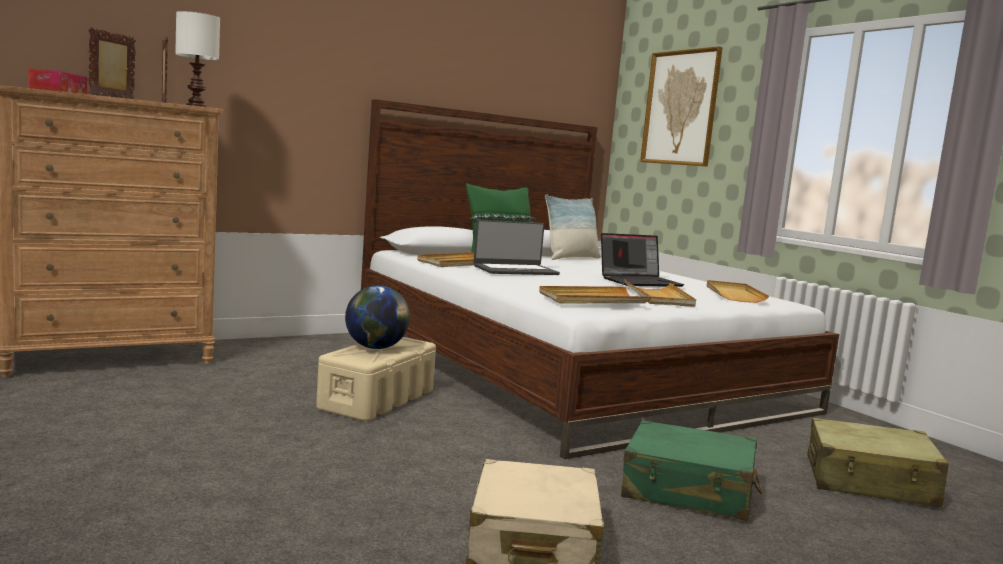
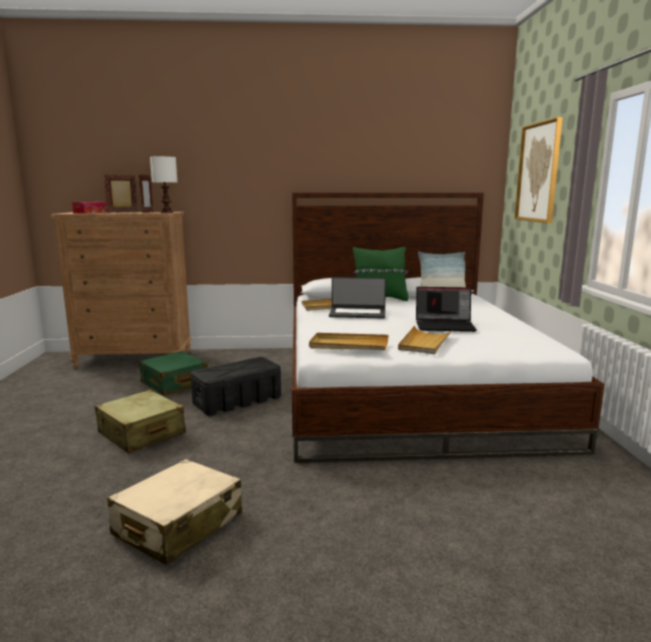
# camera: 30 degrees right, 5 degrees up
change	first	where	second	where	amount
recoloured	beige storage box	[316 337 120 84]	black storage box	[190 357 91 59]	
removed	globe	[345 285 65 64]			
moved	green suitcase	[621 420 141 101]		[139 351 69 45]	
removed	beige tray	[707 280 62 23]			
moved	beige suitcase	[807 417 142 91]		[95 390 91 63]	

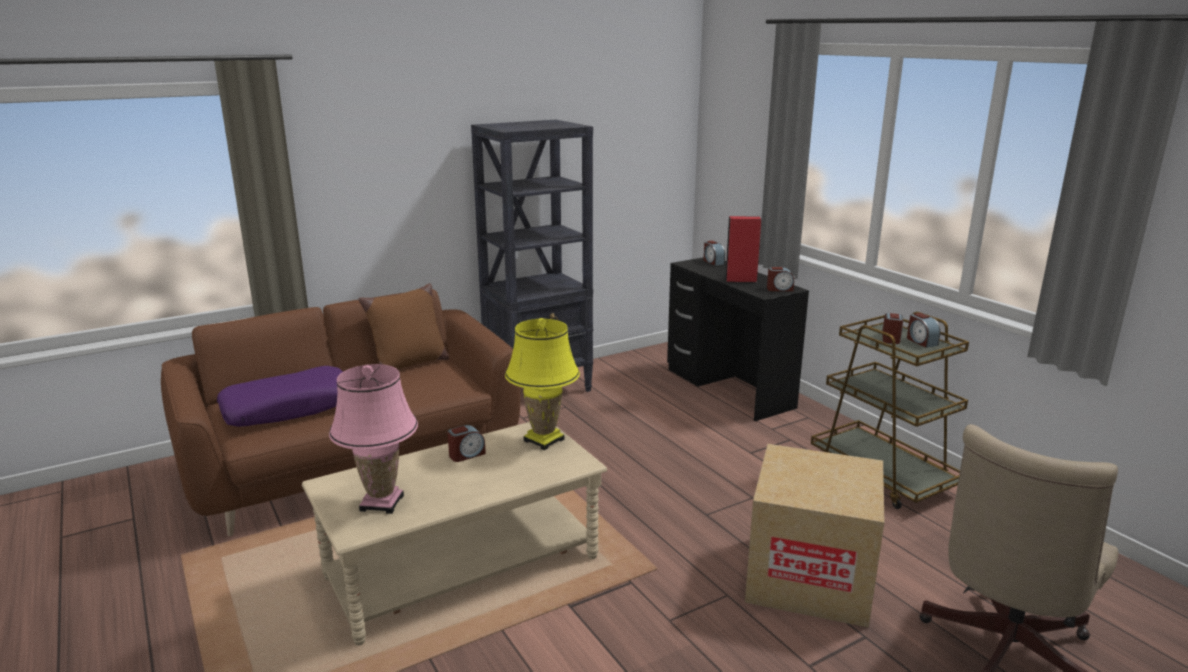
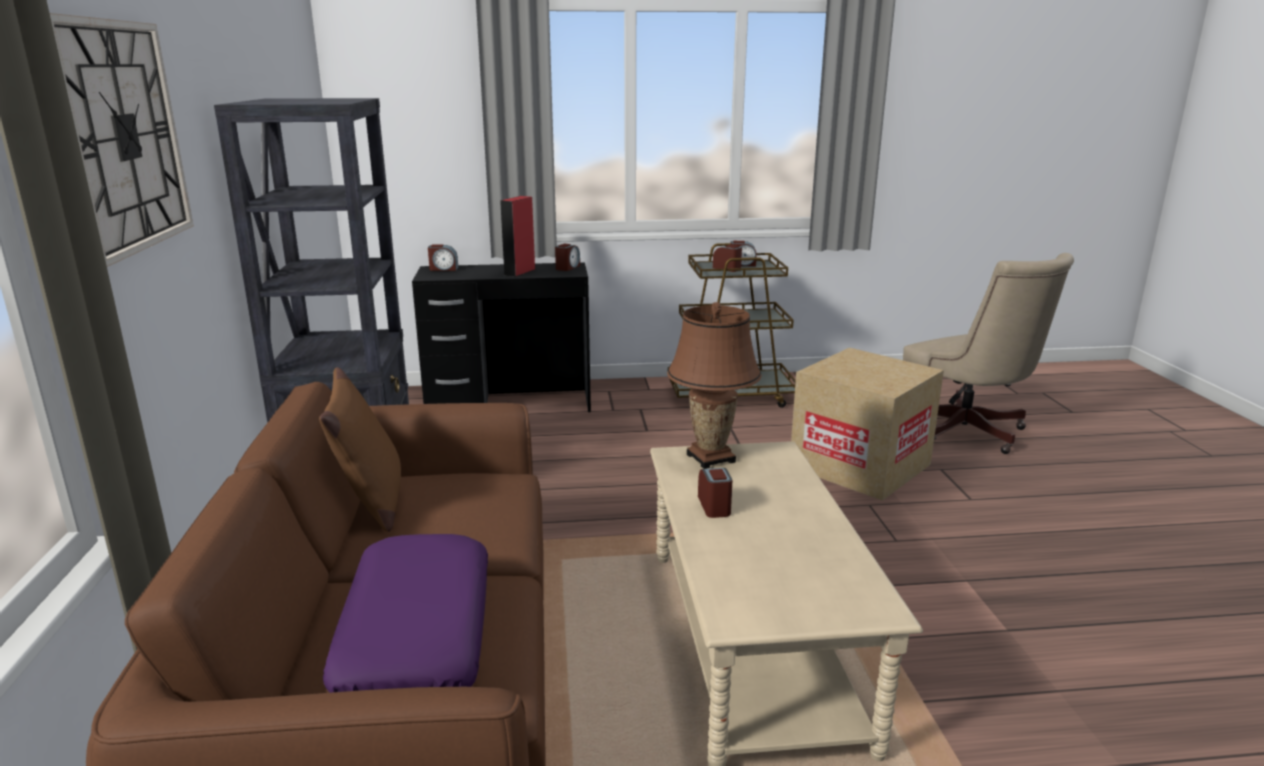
# camera: 65 degrees left, 0 degrees up
change	first	where	second	where	amount
removed	pink table lamp	[329 364 89 150]			
recoloured	yellow table lamp	[505 318 75 132]	brown table lamp	[667 302 94 167]	
added			wall clock	[50 13 144 254]	

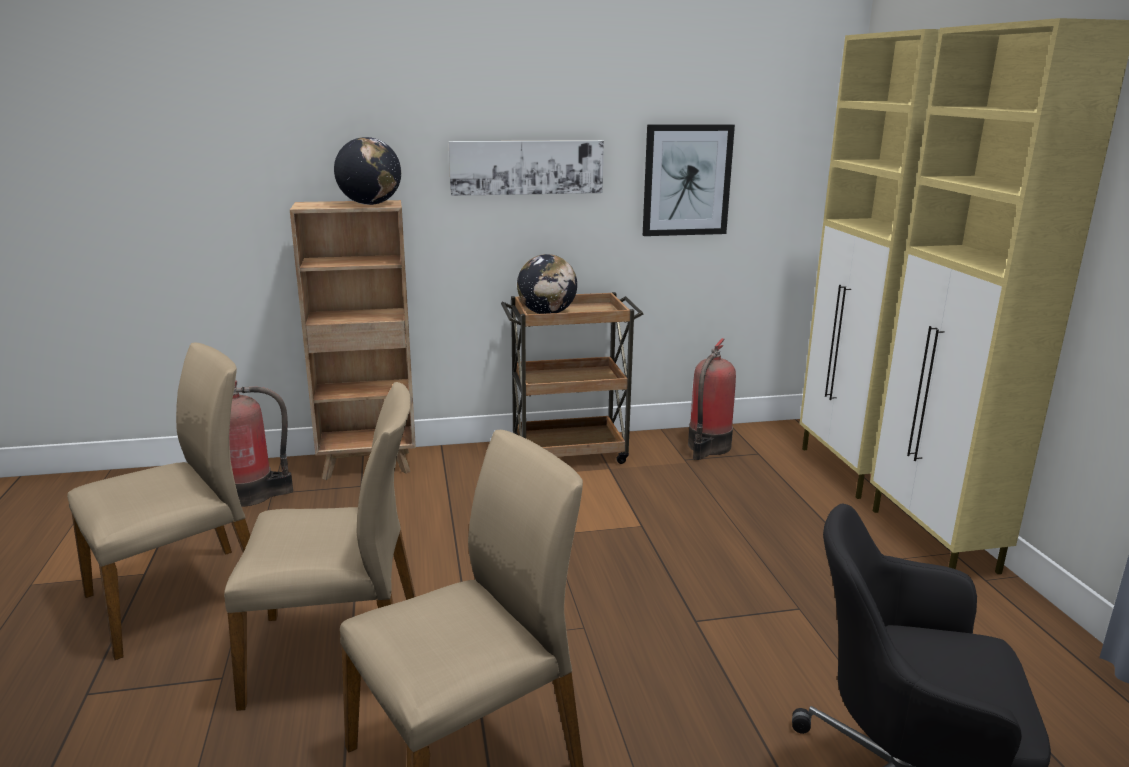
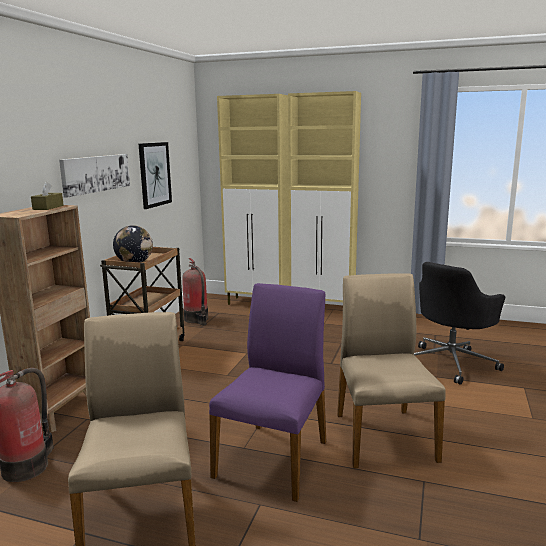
# camera: 60 degrees left, 5 degrees down
change	first	where	second	where	amount
recoloured	beige chair	[224 382 192 329]	purple chair	[209 283 117 219]	
replaced	globe	[334 137 67 68]	brown tissue box	[31 182 33 28]	

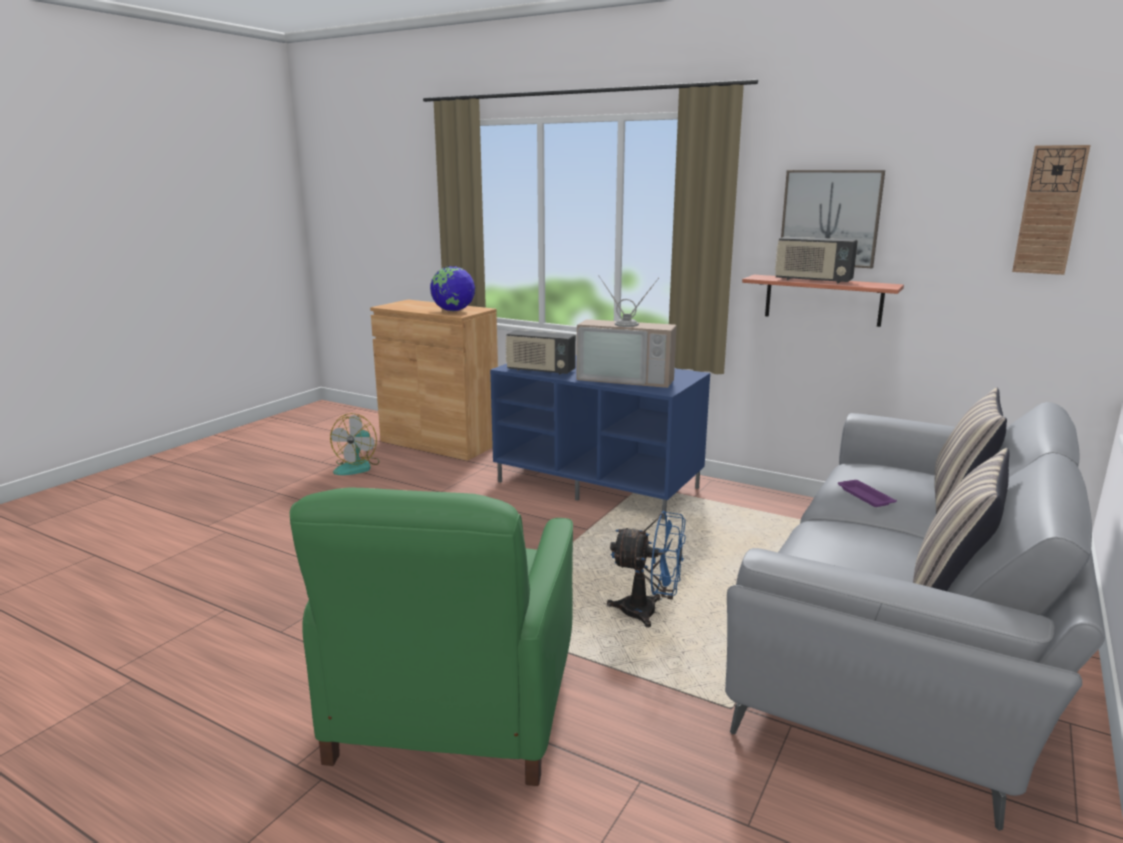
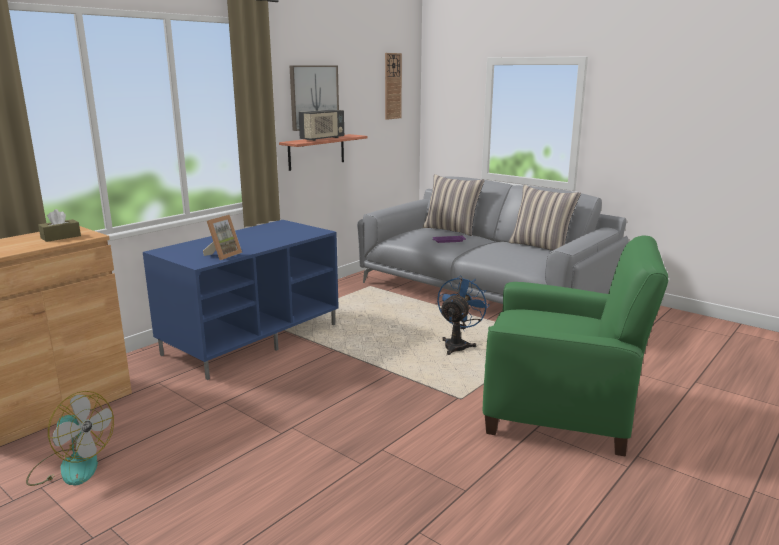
# camera: 80 degrees left, 0 degrees up
change	first	where	second	where	amount
replaced	globe	[430 266 45 45]	brown tissue box	[38 209 43 33]	
replaced	radio	[505 330 71 45]	picture frame	[203 215 39 45]	
removed	television	[577 275 100 113]			

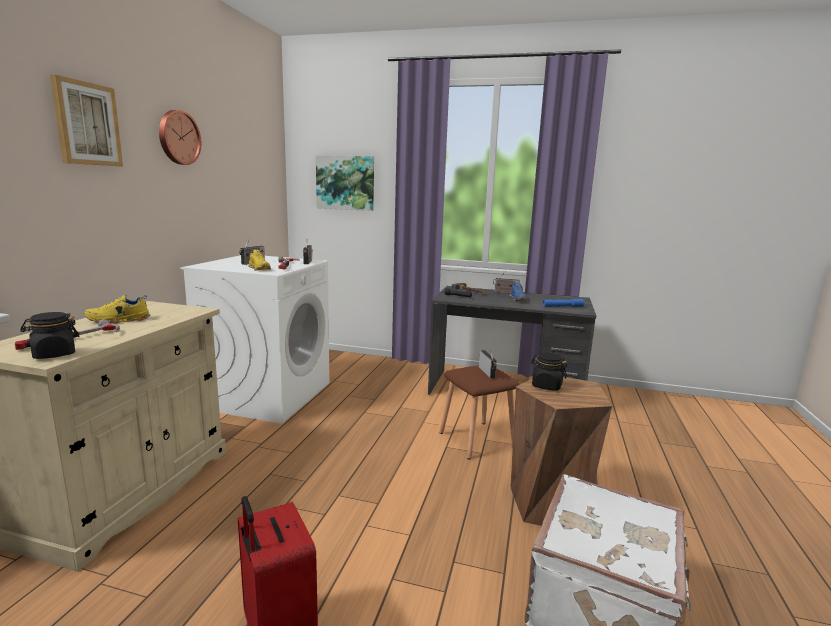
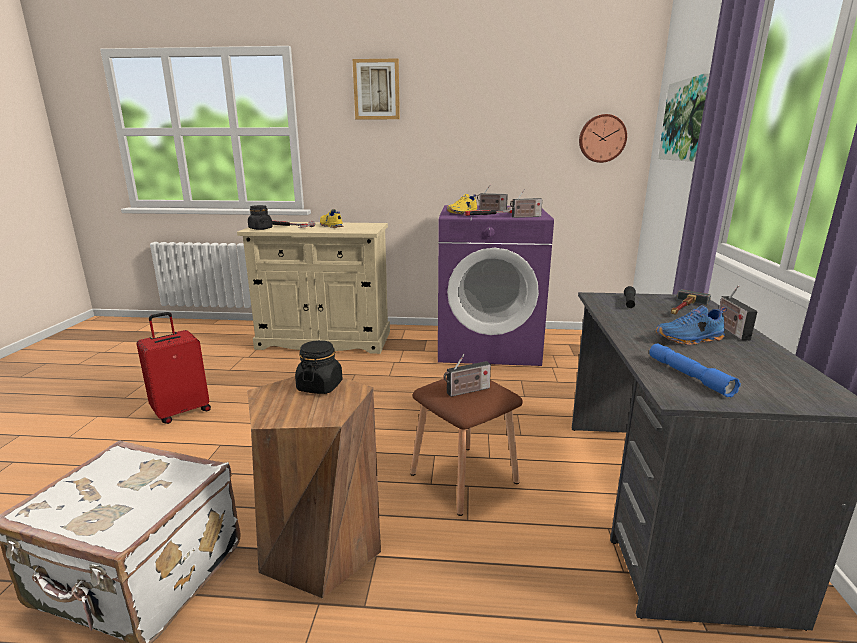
# camera: 80 degrees right, 5 degrees up
change	first	where	second	where	amount
moved	wall clock	[159 110 42 55]		[579 114 48 49]	
recoloured	white washing machine	[180 255 149 169]	purple washing machine	[438 205 116 161]	

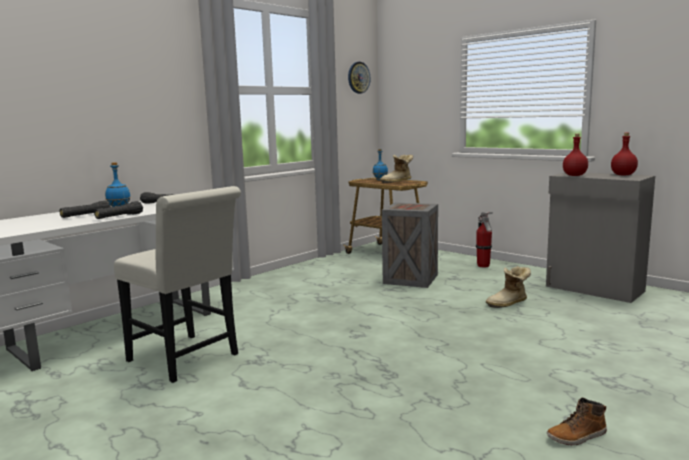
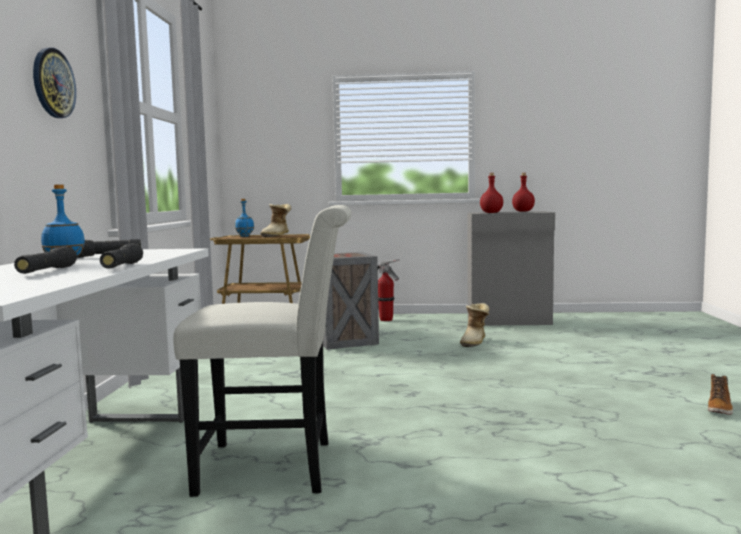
# camera: 40 degrees left, 5 degrees down
change	first	where	second	where	amount
moved	wall clock	[348 62 23 32]		[33 48 43 70]	

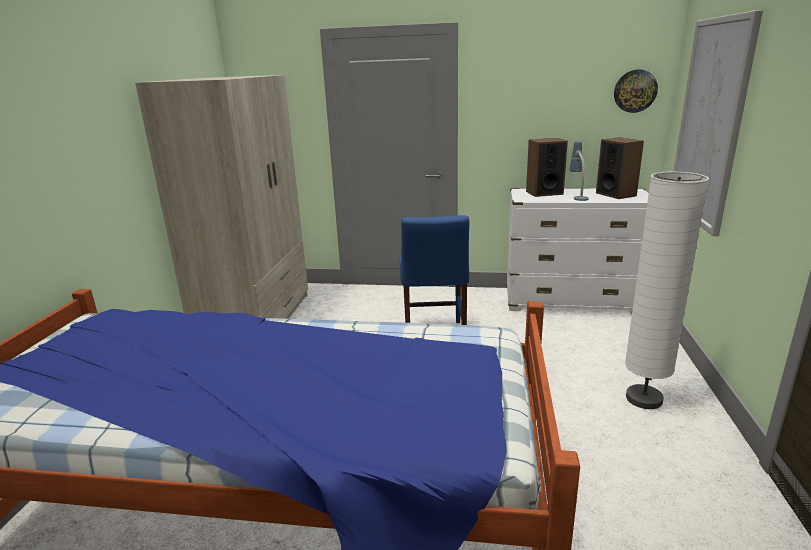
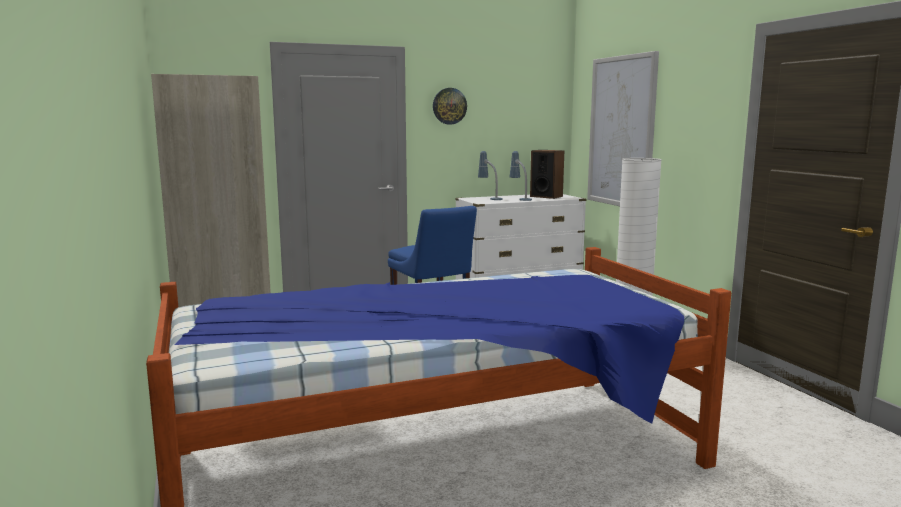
# camera: 30 degrees left, 10 degrees down
change	first	where	second	where	amount
replaced	speaker	[526 138 42 59]	table lamp	[478 151 25 49]	
moved	wall clock	[614 69 44 44]		[433 88 34 37]	

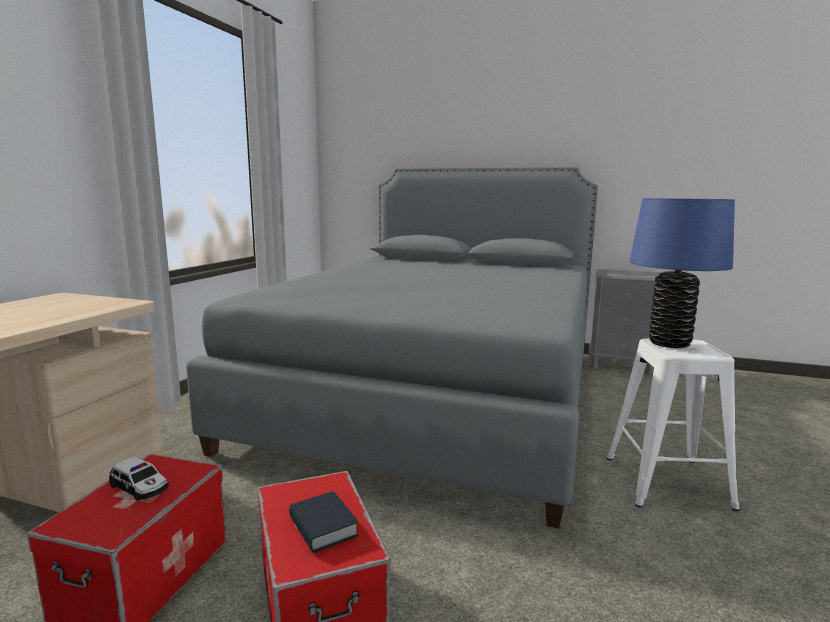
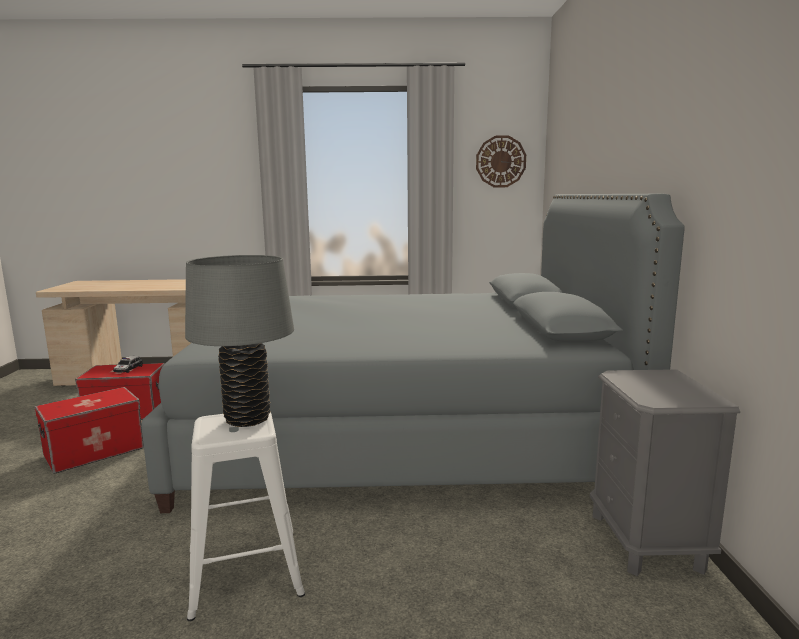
# camera: 70 degrees right, 0 degrees up
change	first	where	second	where	amount
removed	book	[289 491 70 62]			
recoloured	blue table lamp	[629 198 106 150]	grey table lamp	[185 255 109 172]	
added			wall clock	[476 135 50 52]	

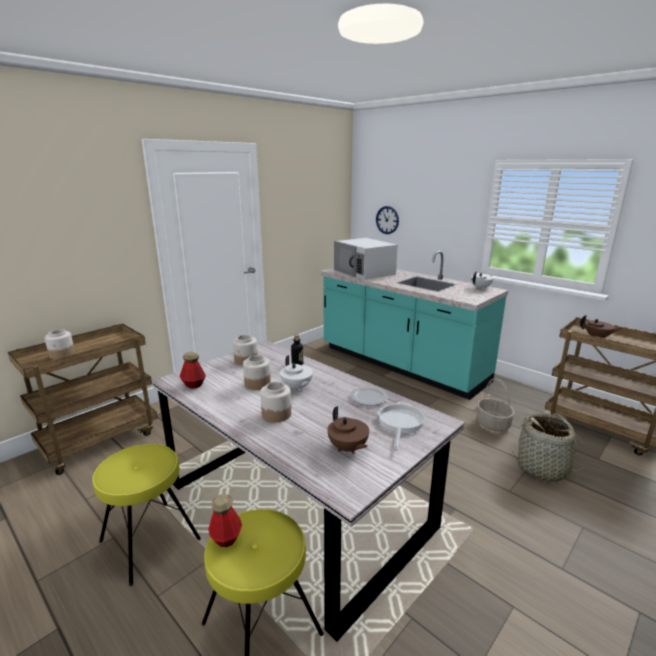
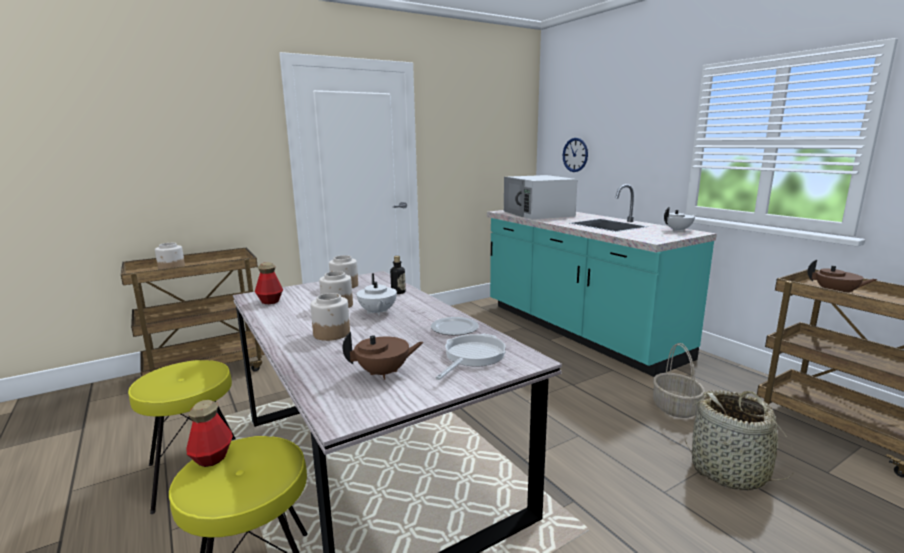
# camera: 15 degrees right, 5 degrees down
change	first	where	second	where	amount
turned	brown teapot	[327 406 42 48]		[342 332 82 48]	90 degrees counterclockwise

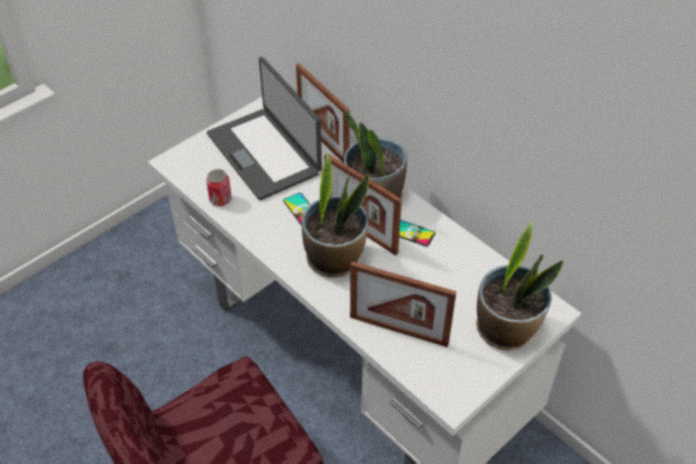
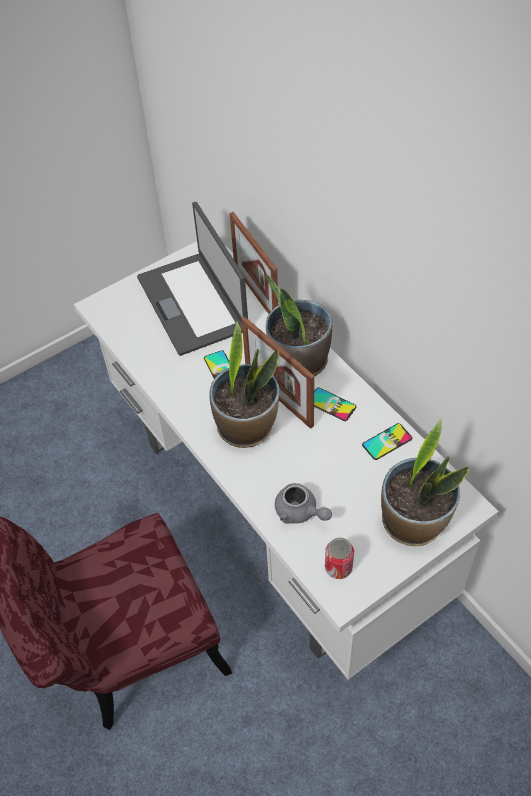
# camera: 10 degrees right, 5 degrees up
change	first	where	second	where	amount
moved	can	[206 169 26 37]		[325 537 29 42]	
replaced	picture frame	[350 261 107 86]	grey teapot	[275 483 57 41]	
added			phone	[362 423 50 37]	

